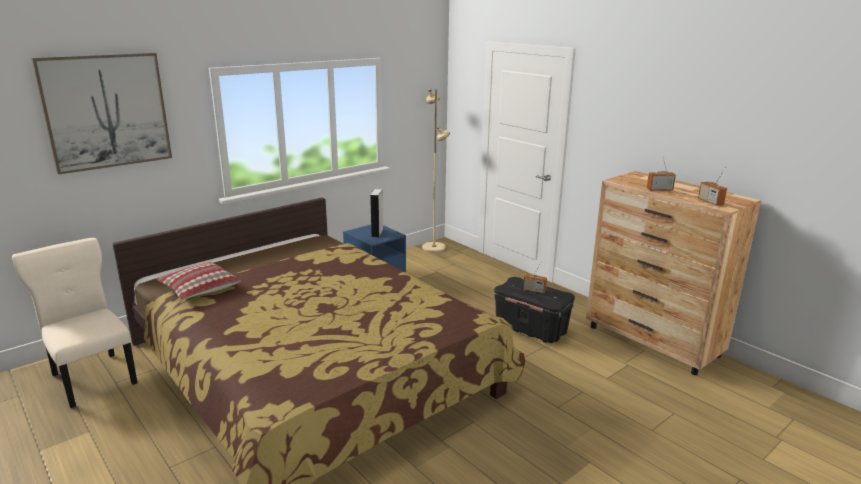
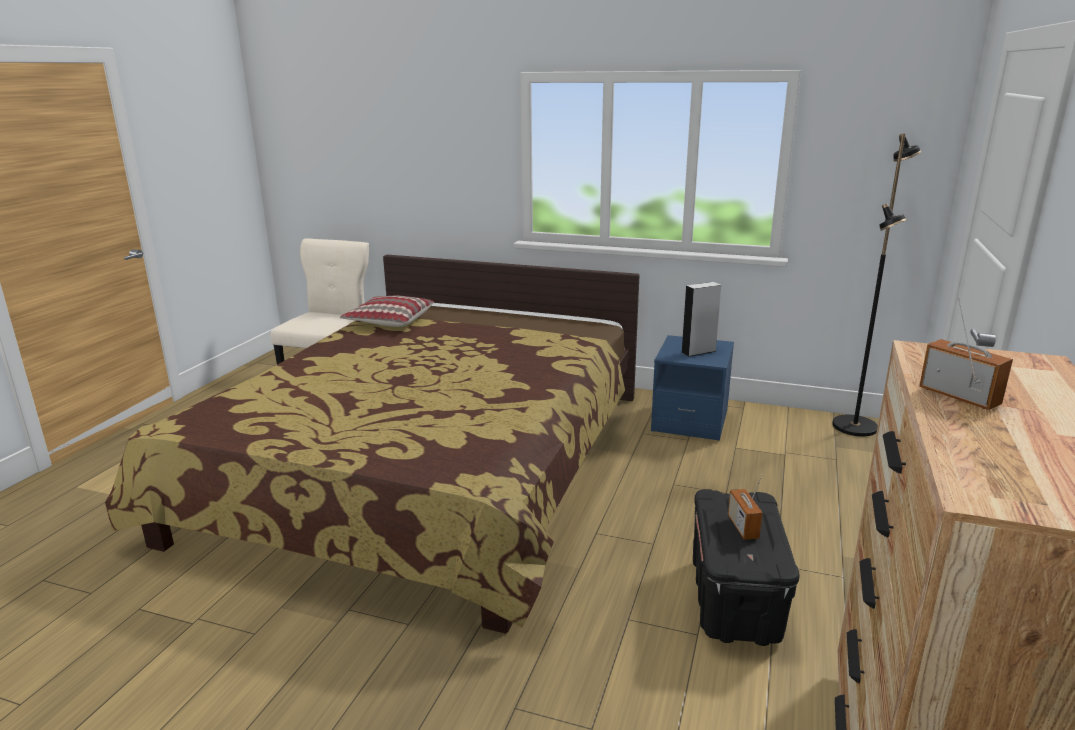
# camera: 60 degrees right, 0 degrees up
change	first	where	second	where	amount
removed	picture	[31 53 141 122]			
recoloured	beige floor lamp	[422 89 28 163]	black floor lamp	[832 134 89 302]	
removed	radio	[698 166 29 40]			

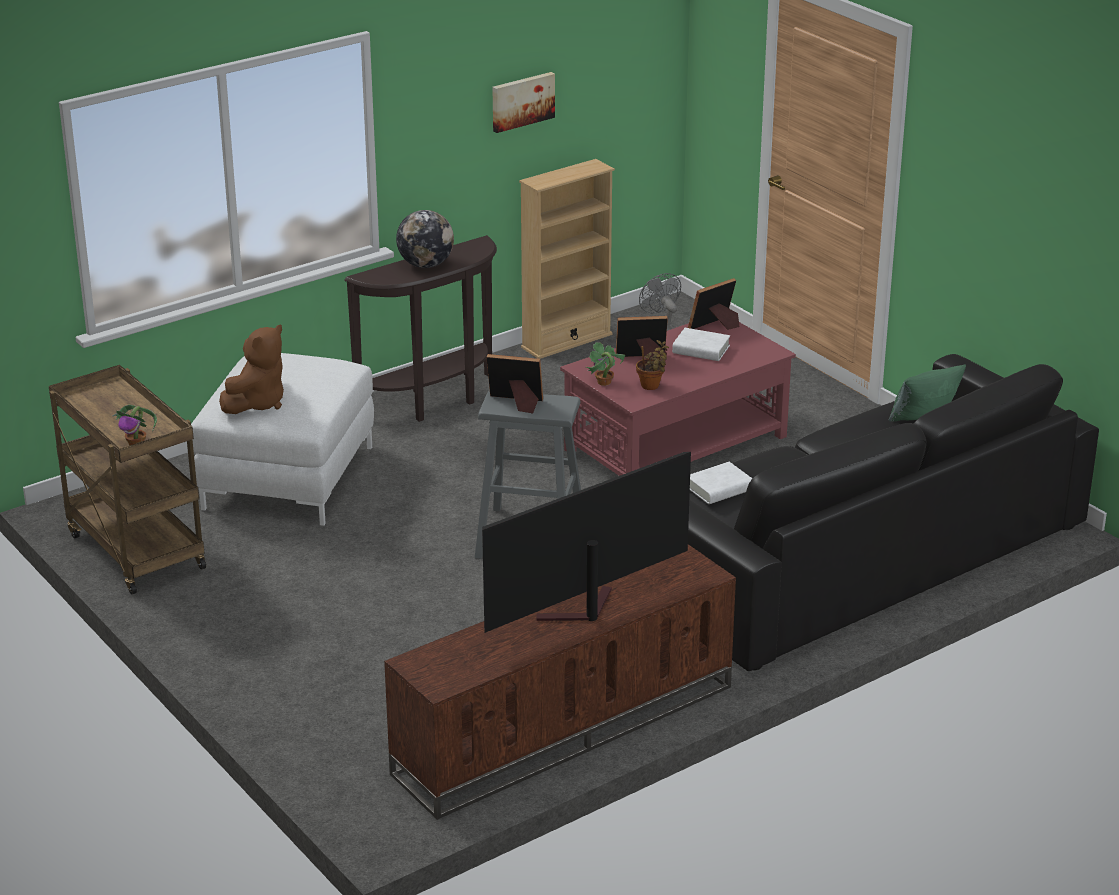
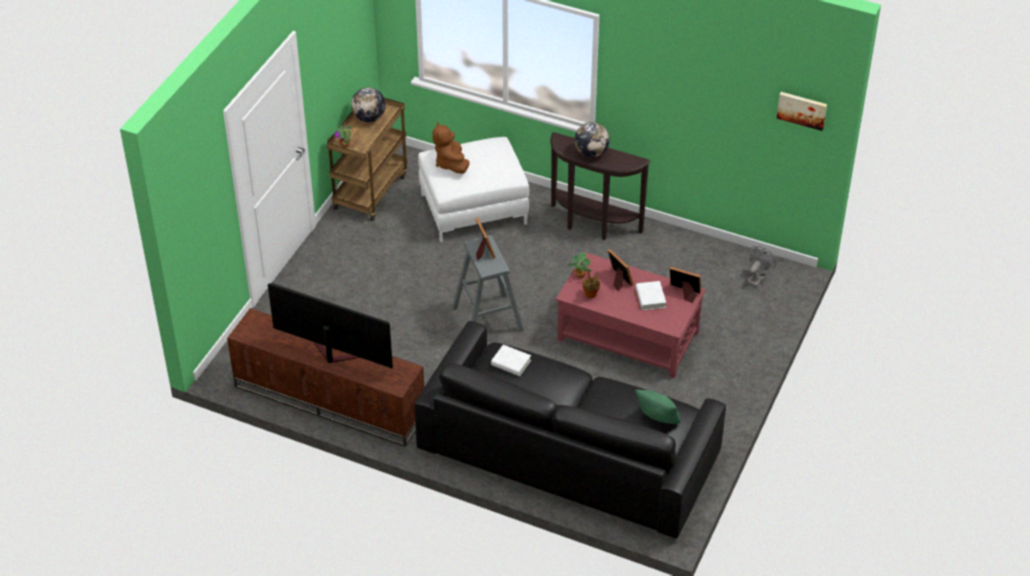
# camera: 60 degrees right, 15 degrees up
change	first	where	second	where	amount
turned	brown plush toy	[219 325 65 89]		[432 122 38 52]	75 degrees clockwise
moved	picture	[492 72 63 61]		[777 92 50 39]	
removed	beige bookcase	[519 159 96 200]			
added			globe	[351 88 35 34]	

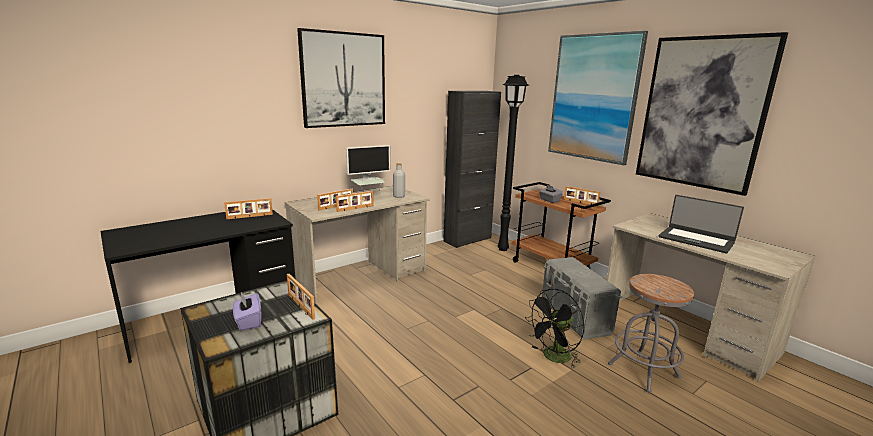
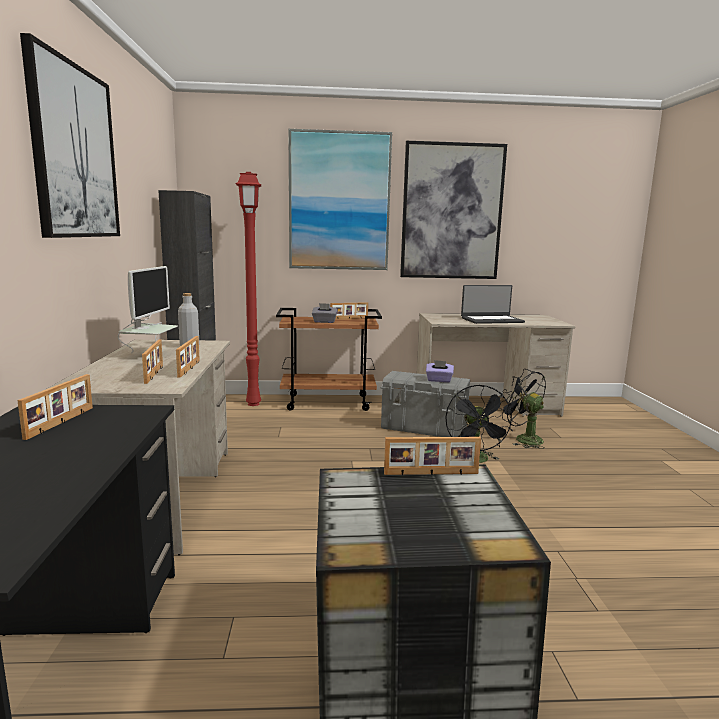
# camera: 55 degrees left, 5 degrees down
change	first	where	second	where	amount
moved	purple tissue box	[233 292 28 39]		[426 360 28 22]	
recoloured	black floor lamp	[497 75 31 176]	red floor lamp	[236 172 25 234]	
replaced	grey stool	[608 274 86 119]	black fan	[499 369 47 80]	

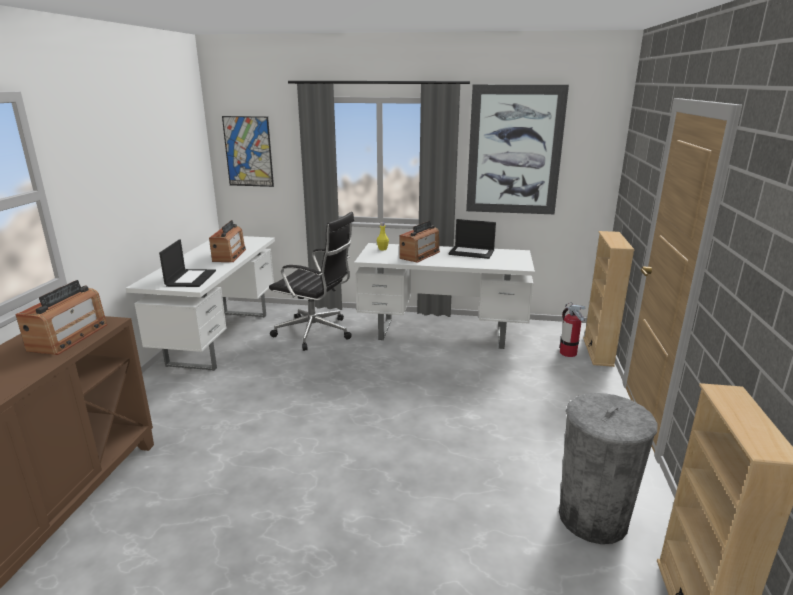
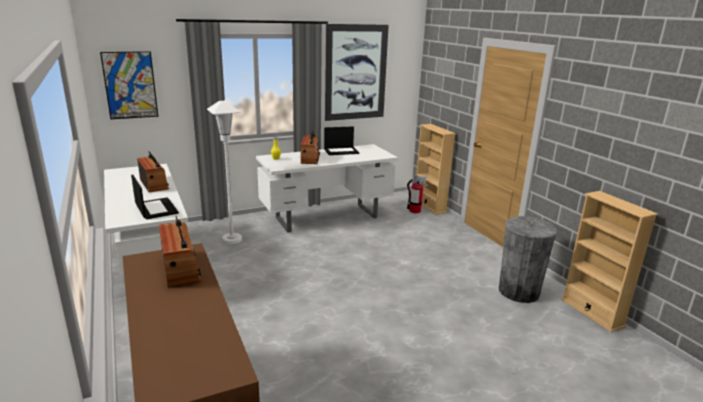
# camera: 35 degrees left, 0 degrees up
change	first	where	second	where	amount
replaced	black office chair	[269 212 85 139]	white floor lamp	[207 101 35 143]	

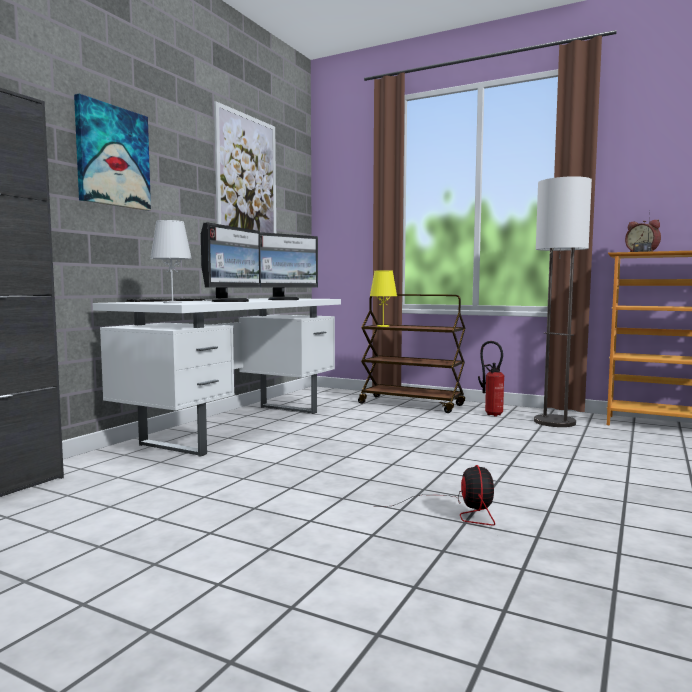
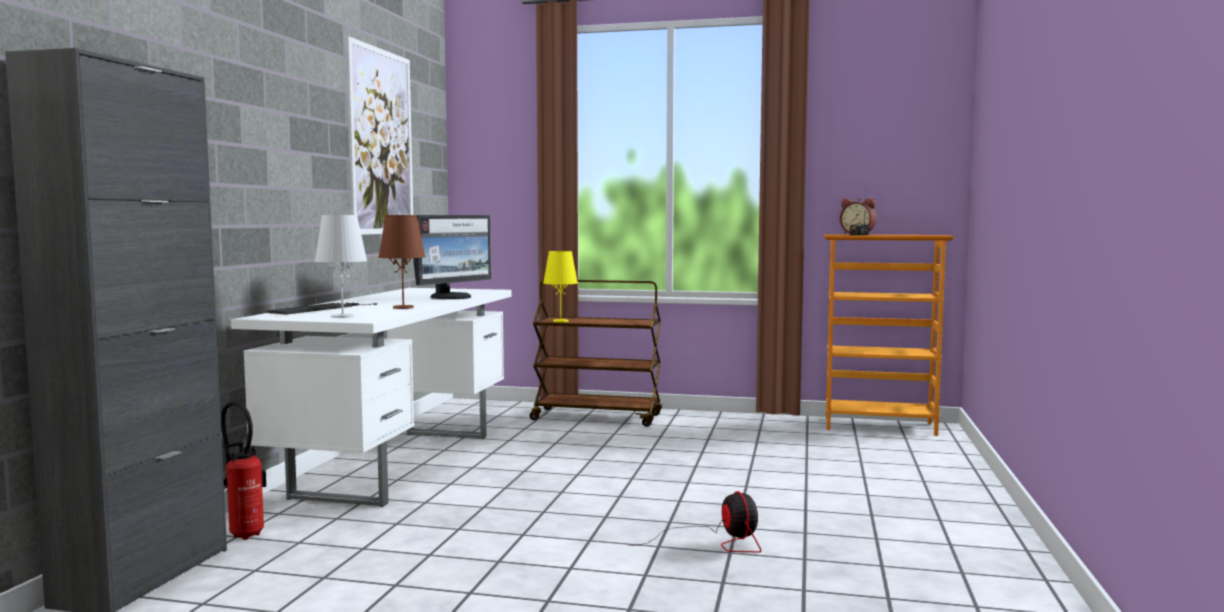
# camera: 15 degrees left, 0 degrees up
change	first	where	second	where	amount
removed	picture	[74 94 77 117]			
replaced	monitor	[201 223 60 79]	brown table lamp	[378 215 48 94]	
moved	fire extinguisher	[478 341 26 76]		[221 401 45 139]	
removed	floor lamp	[534 176 58 251]			

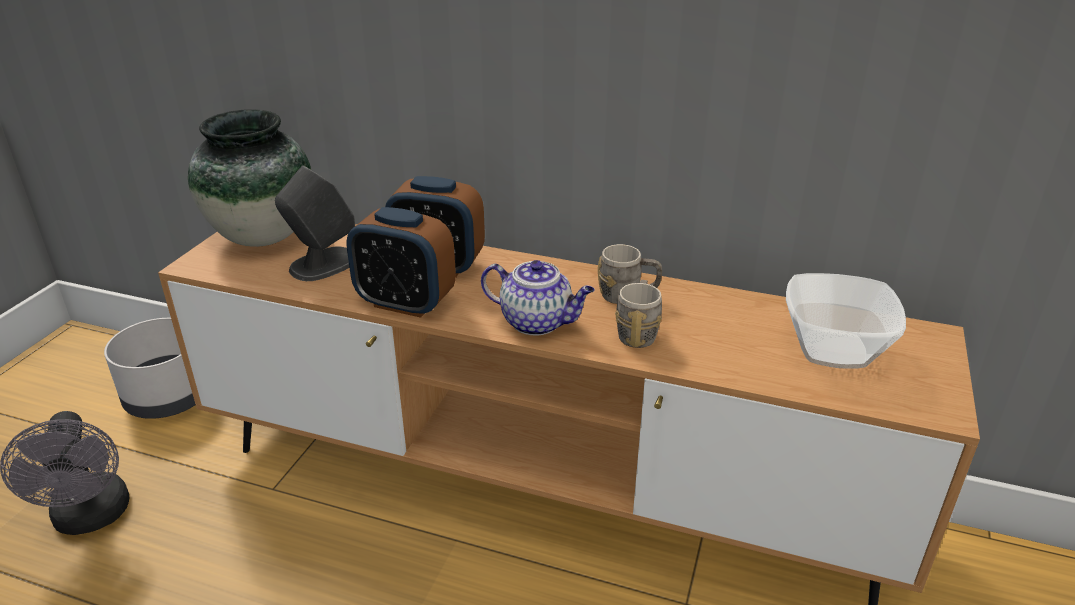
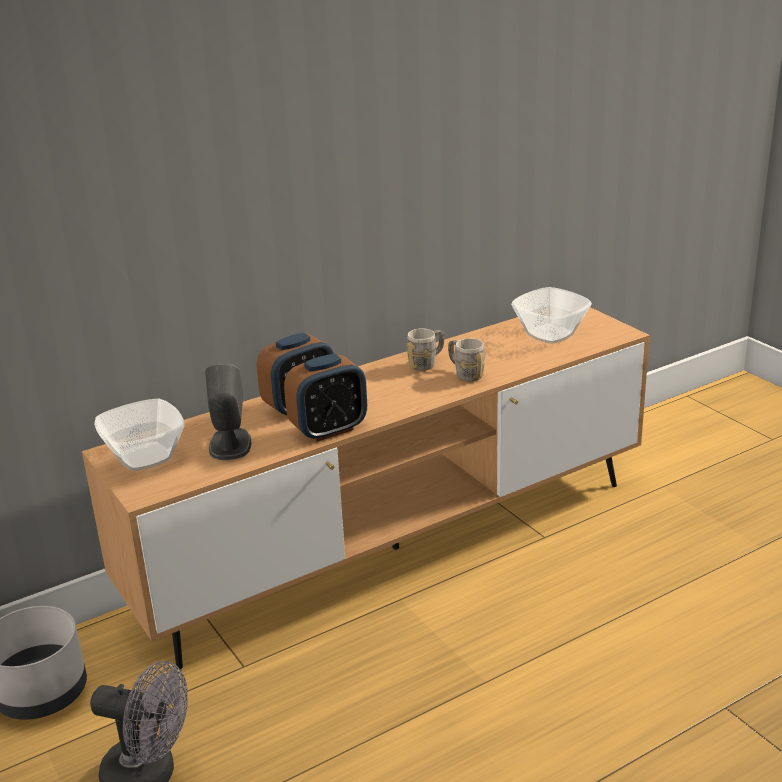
# camera: 50 degrees left, 5 degrees down
change	first	where	second	where	amount
replaced	vase	[188 109 123 138]	bowl	[95 398 89 73]	
removed	teapot	[481 260 114 76]			

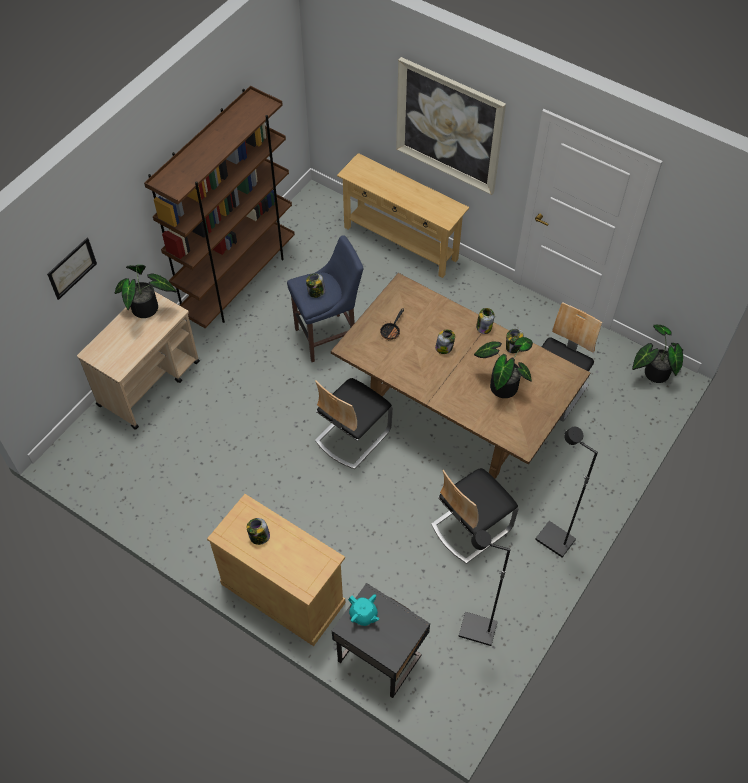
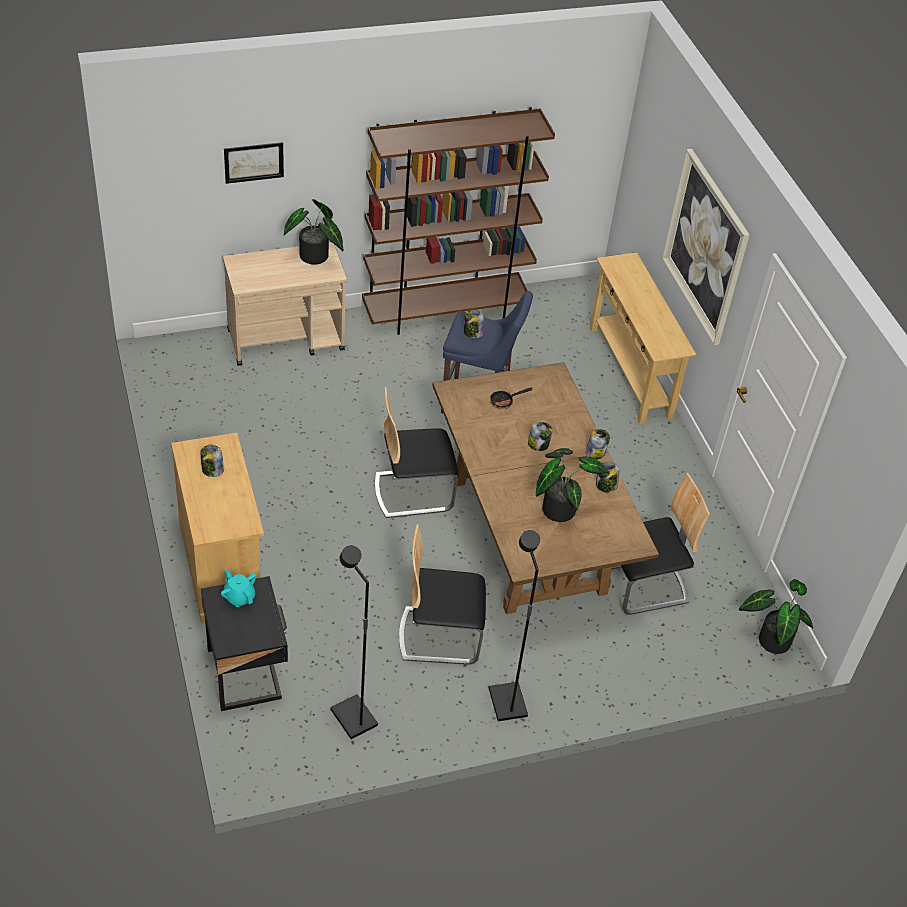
# camera: 35 degrees right, 10 degrees down
change	first	where	second	where	amount
turned	turquoise teapot	[348 594 32 32]		[221 569 36 38]	150 degrees clockwise

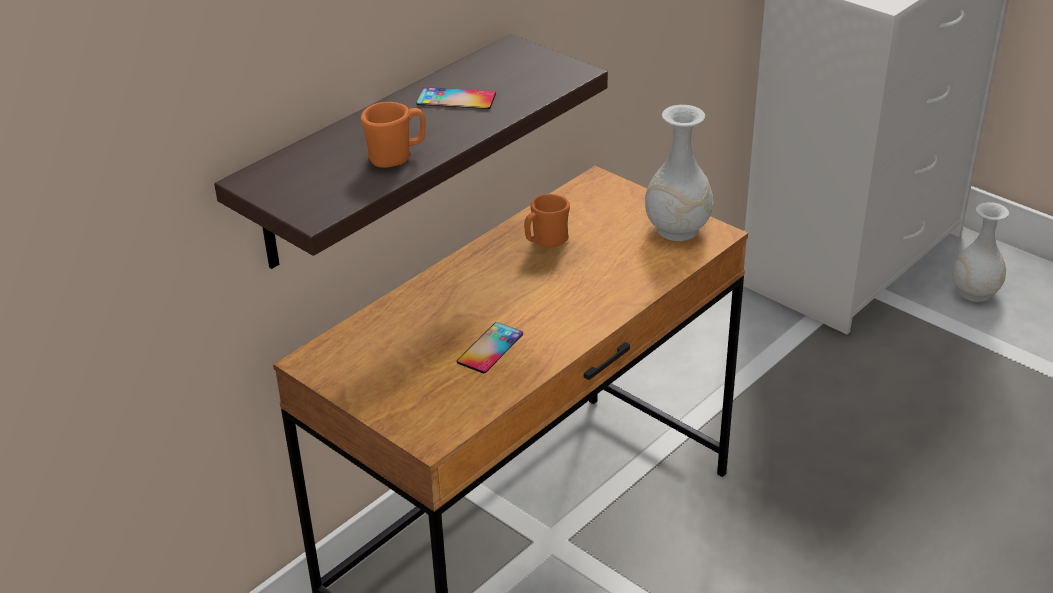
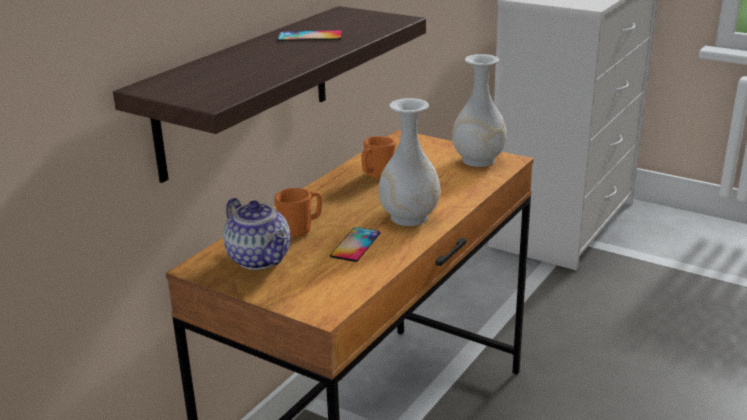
# camera: 10 degrees left, 10 degrees down
change	first	where	second	where	amount
moved	orange mug	[361 102 64 66]		[274 188 48 50]	
moved	white vase	[953 202 56 100]		[378 98 63 128]	
added			teapot	[223 198 67 72]	

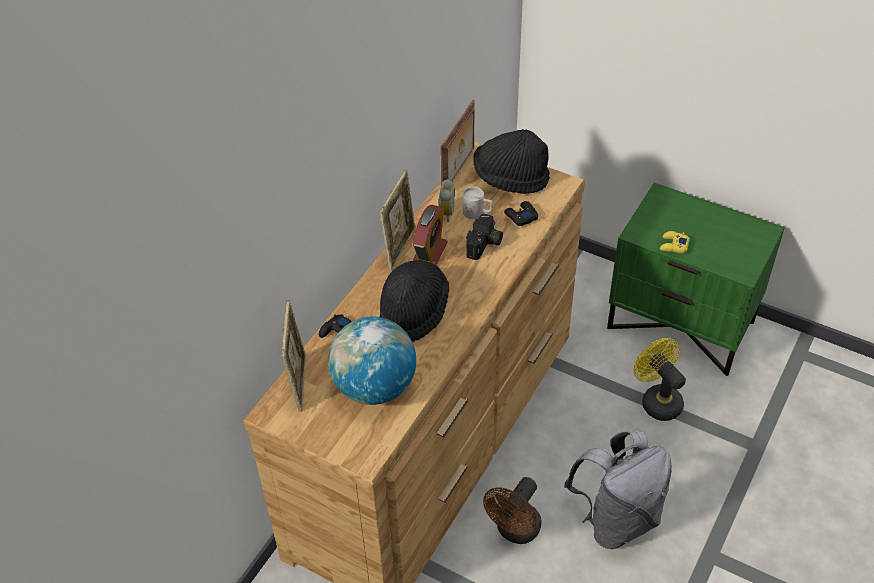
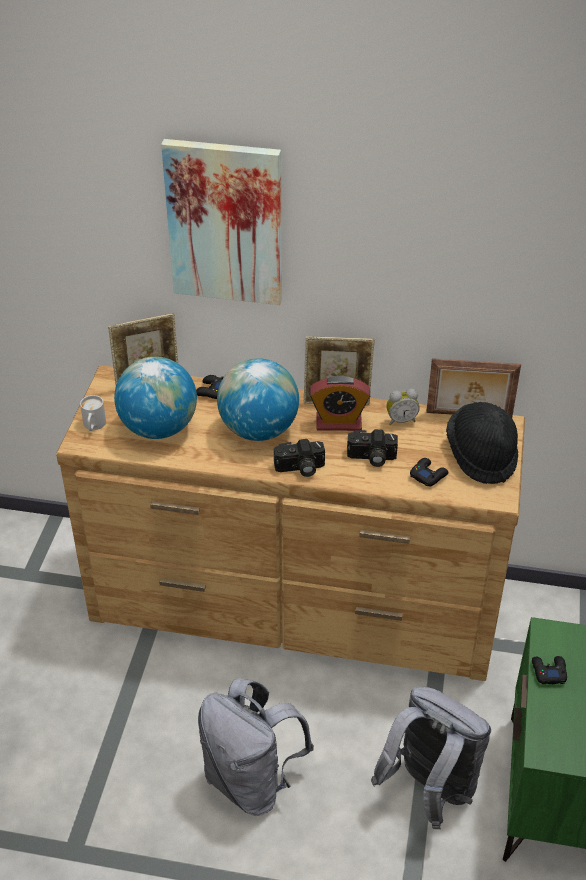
# camera: 70 degrees right, 5 degrees down
change	first	where	second	where	amount
replaced	black hat	[380 260 69 82]	globe	[217 358 82 83]	
moved	white mug	[463 187 30 32]		[80 395 26 36]	
removed	brown fan	[483 477 59 67]			
replaced	yellow fan	[634 338 52 83]	grey backpack	[371 686 120 143]	
recoloured	yellow game controller	[660 231 30 23]	black game controller	[532 656 35 28]	
added			picture	[161 139 121 166]	
added			photo camera	[274 439 51 38]	

